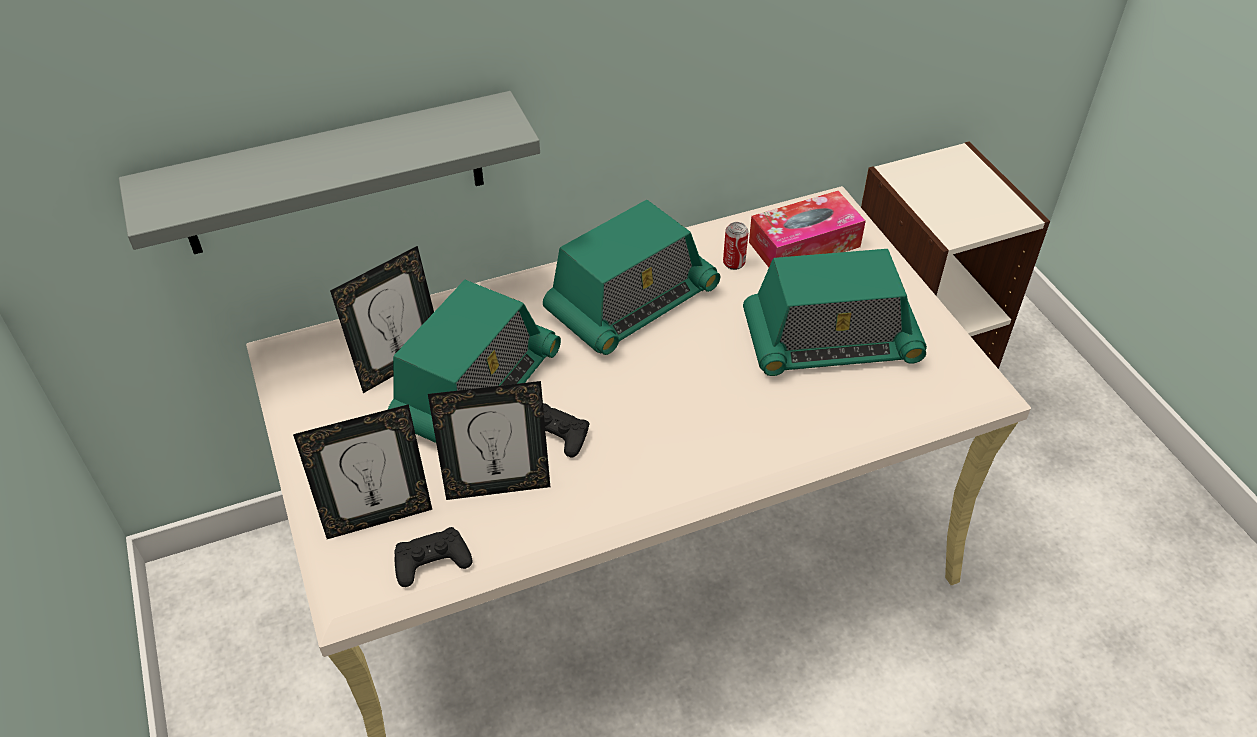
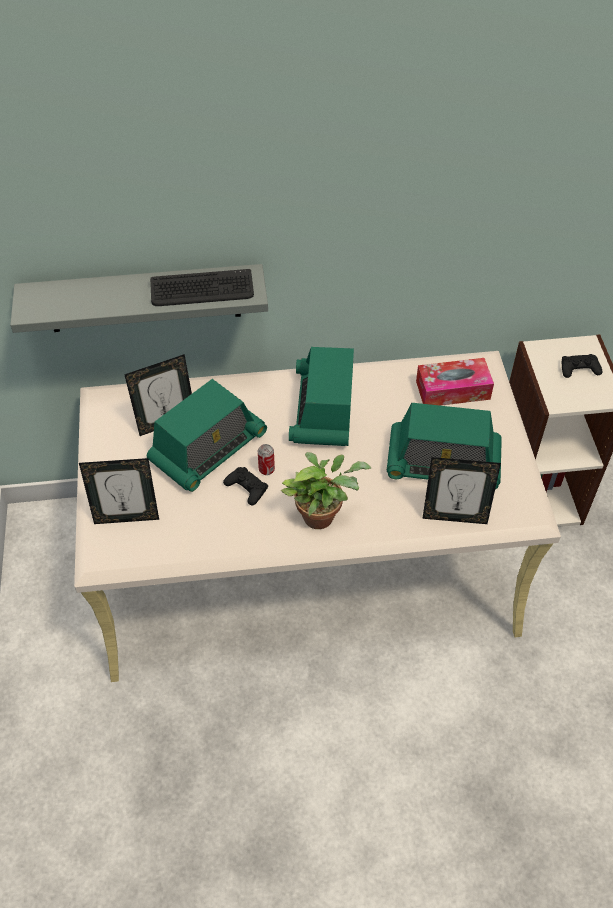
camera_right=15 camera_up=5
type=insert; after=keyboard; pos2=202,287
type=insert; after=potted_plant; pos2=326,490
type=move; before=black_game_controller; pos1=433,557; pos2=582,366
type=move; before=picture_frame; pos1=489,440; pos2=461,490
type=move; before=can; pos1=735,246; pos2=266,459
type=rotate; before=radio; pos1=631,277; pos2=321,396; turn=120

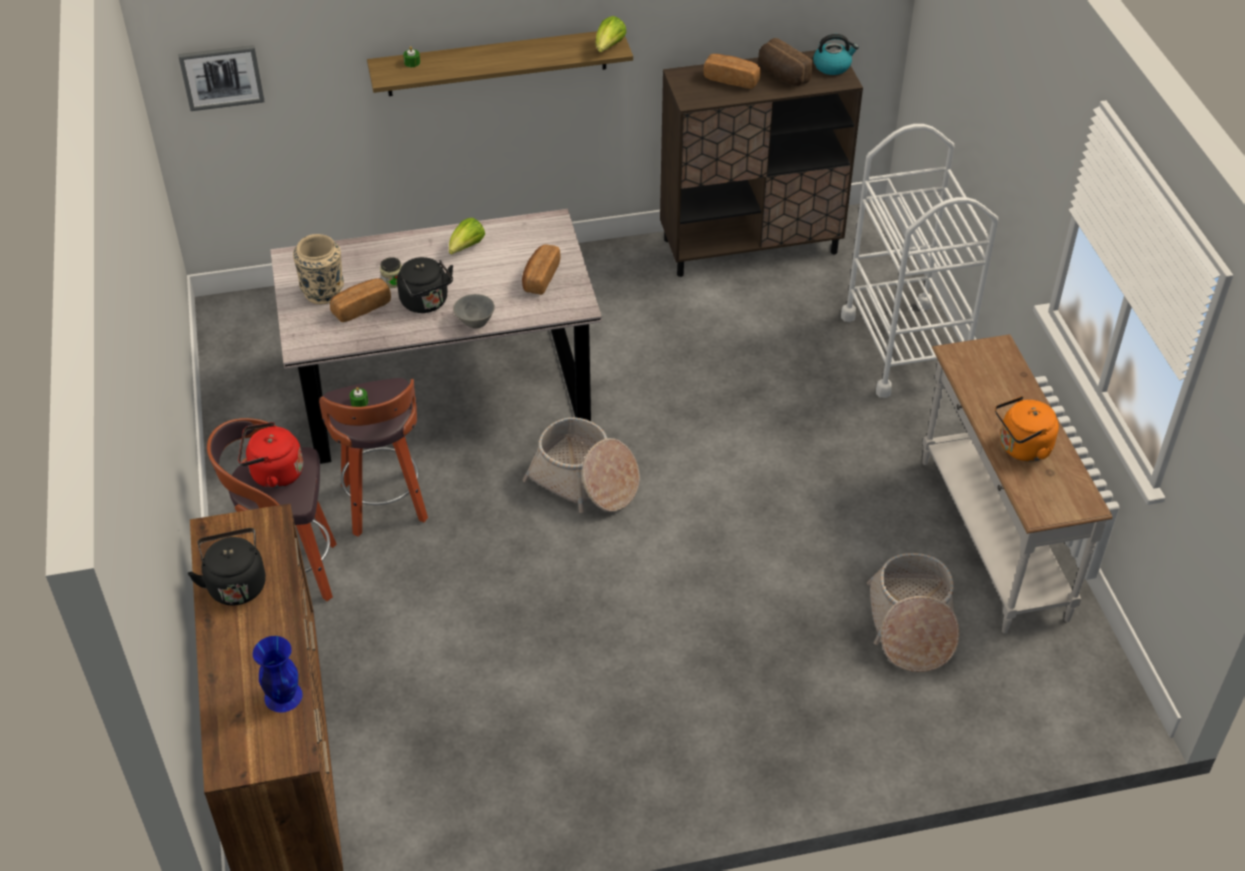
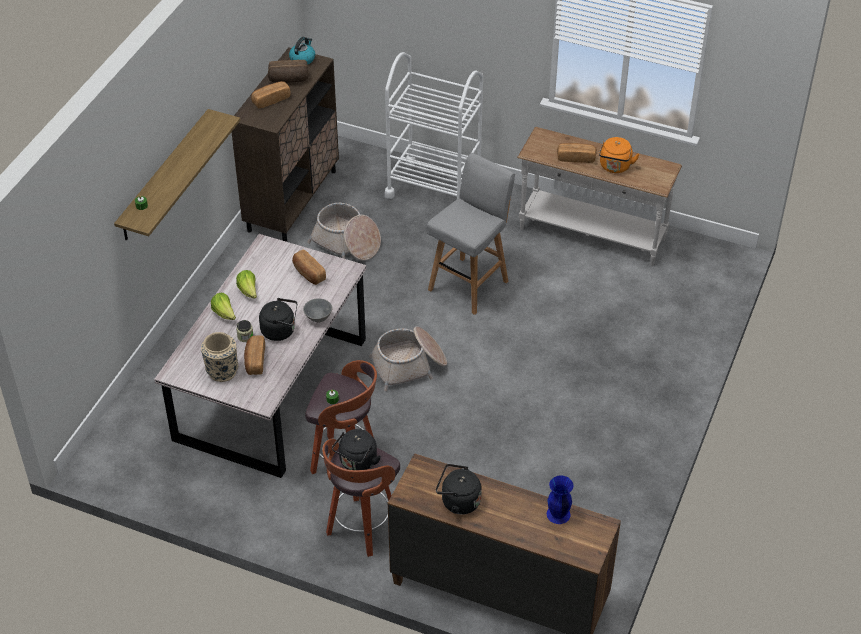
camera_right=-55 camera_up=0
type=delete; before=picture; pos1=221,78
type=insert; after=grey_stool; pos2=471,234
type=insert; after=bread; pos2=577,153
type=move; before=lettuce; pos1=611,34; pos2=223,306
type=move; before=basket; pos1=913,612; pos2=344,232
type=recolor; before=red_kettle; after=black_kettle; pos1=270,455; pos2=356,449

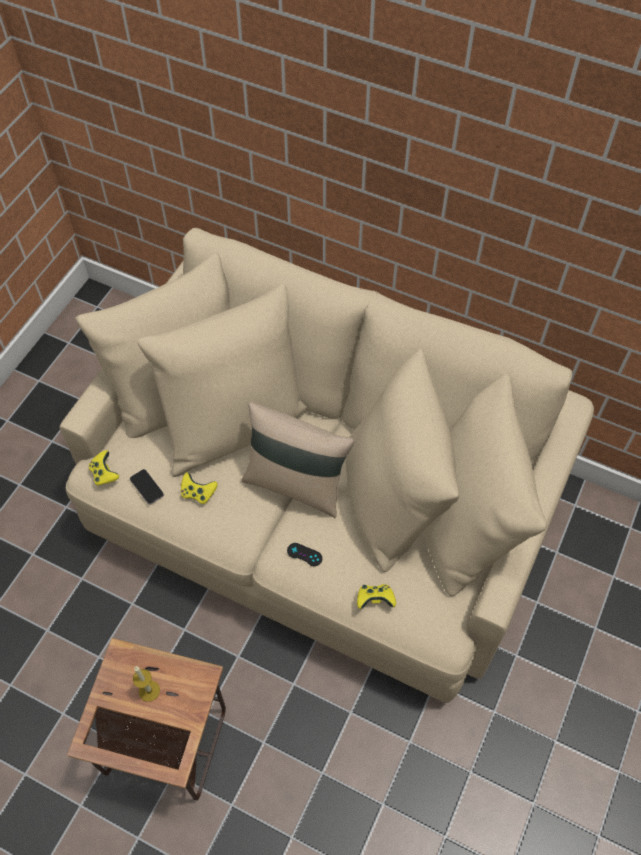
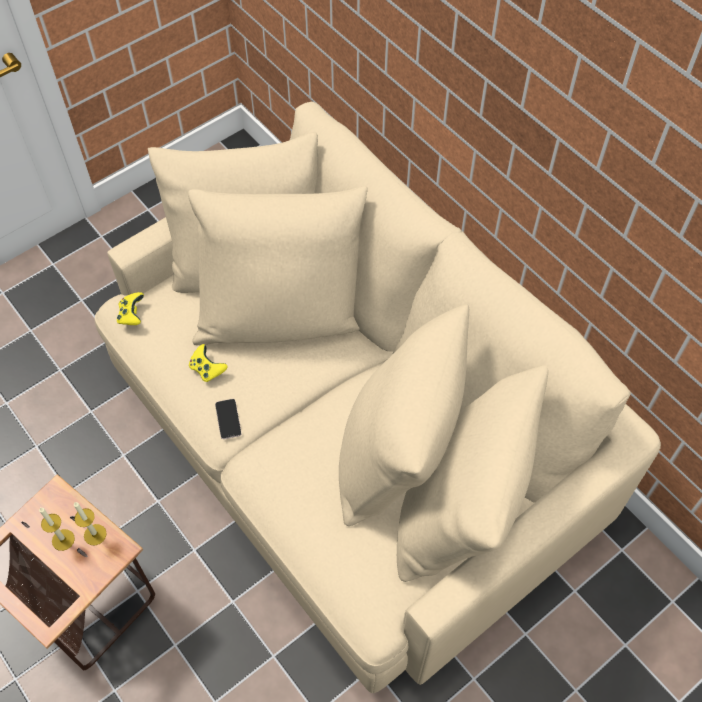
camera_right=25 camera_up=0
type=delete; before=beige_pillow; pos1=297,460
type=delete; before=black_game_controller; pos1=304,554
type=delete; before=yellow_game_controller; pos1=376,596
type=insert; after=candle; pos2=90,523
type=move; before=phone; pos1=147,487; pos2=228,419

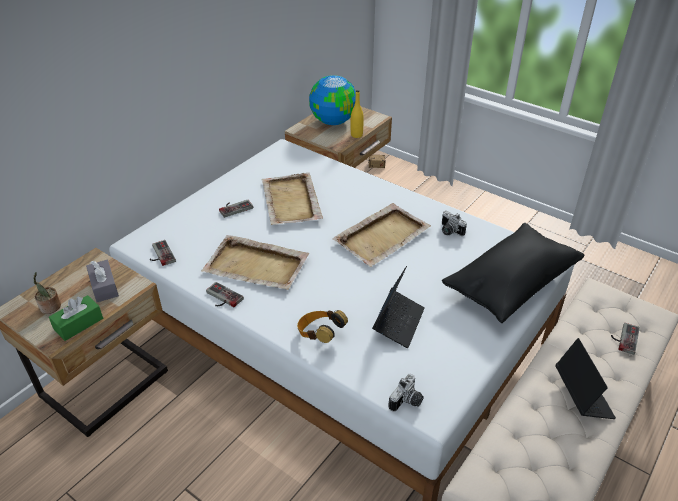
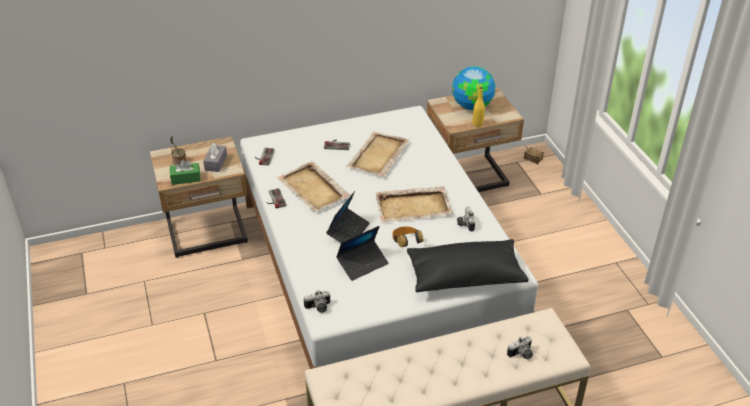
camera_right=35 camera_up=0
type=move; before=headphones; pos1=322,326; pos2=407,237
type=move; before=laptop; pos1=585,378; pos2=348,217
type=replace; before=game_controller; after=photo_camera; pos1=625,339; pos2=520,347

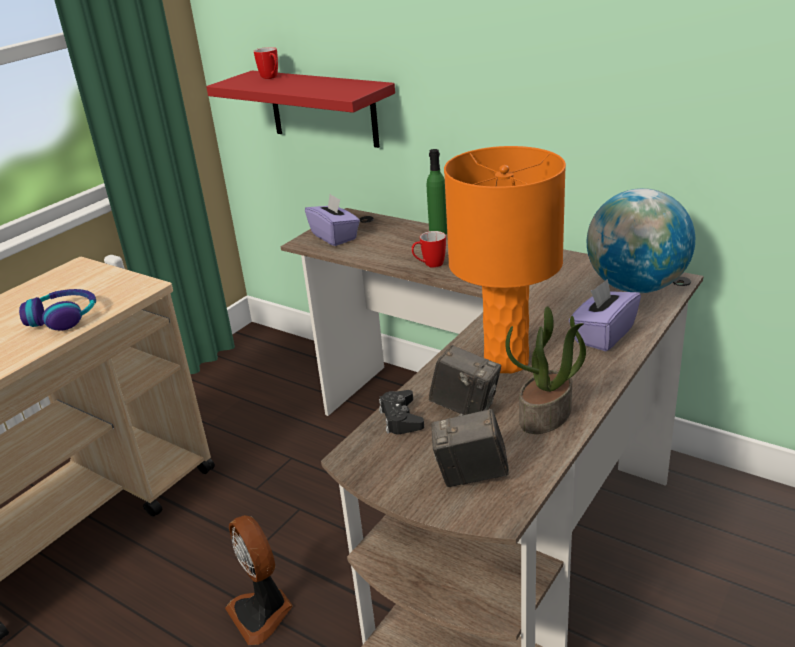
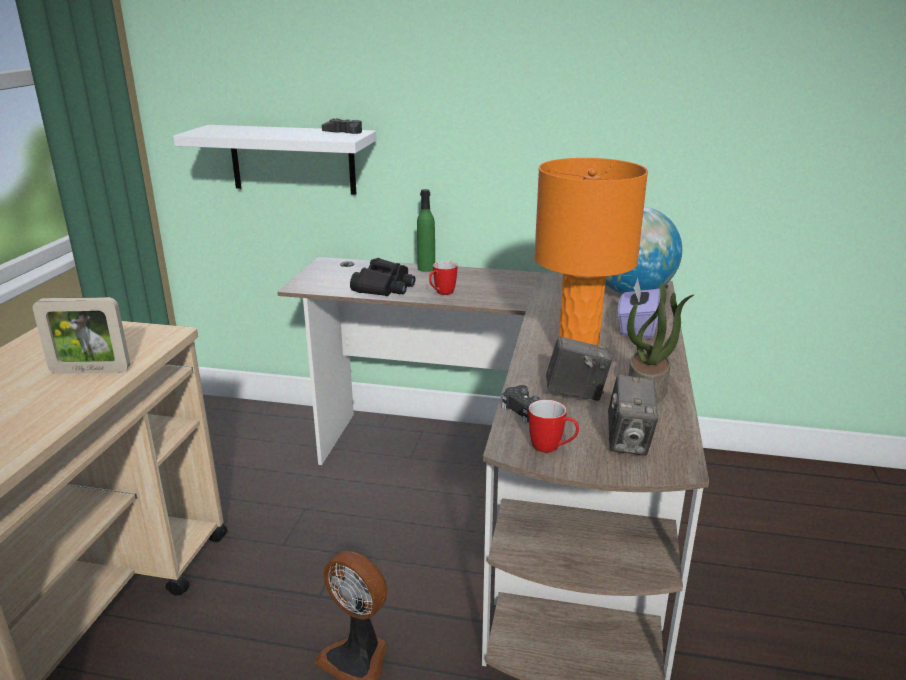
camera_right=-25 camera_up=-5
type=delete; before=purple_tissue_box; pos1=332,220
type=insert; after=black_game_controller; pos2=342,126
type=insert; after=black_binoculars; pos2=382,277
type=move; before=mug; pos1=266,63; pos2=554,426
type=replace; before=headphones; after=picture_frame; pos1=57,310; pos2=81,335
type=recolor; before=red_shelf; after=white_shelf; pos1=300,109; pos2=275,160
type=rotate; before=photo_camera; pos1=470,448; pos2=633,415; turn=-60

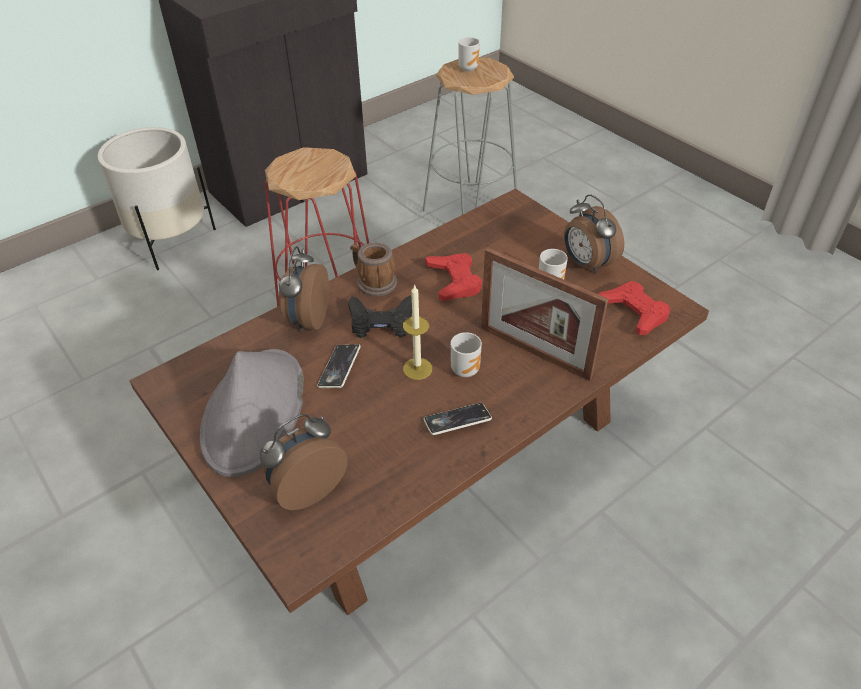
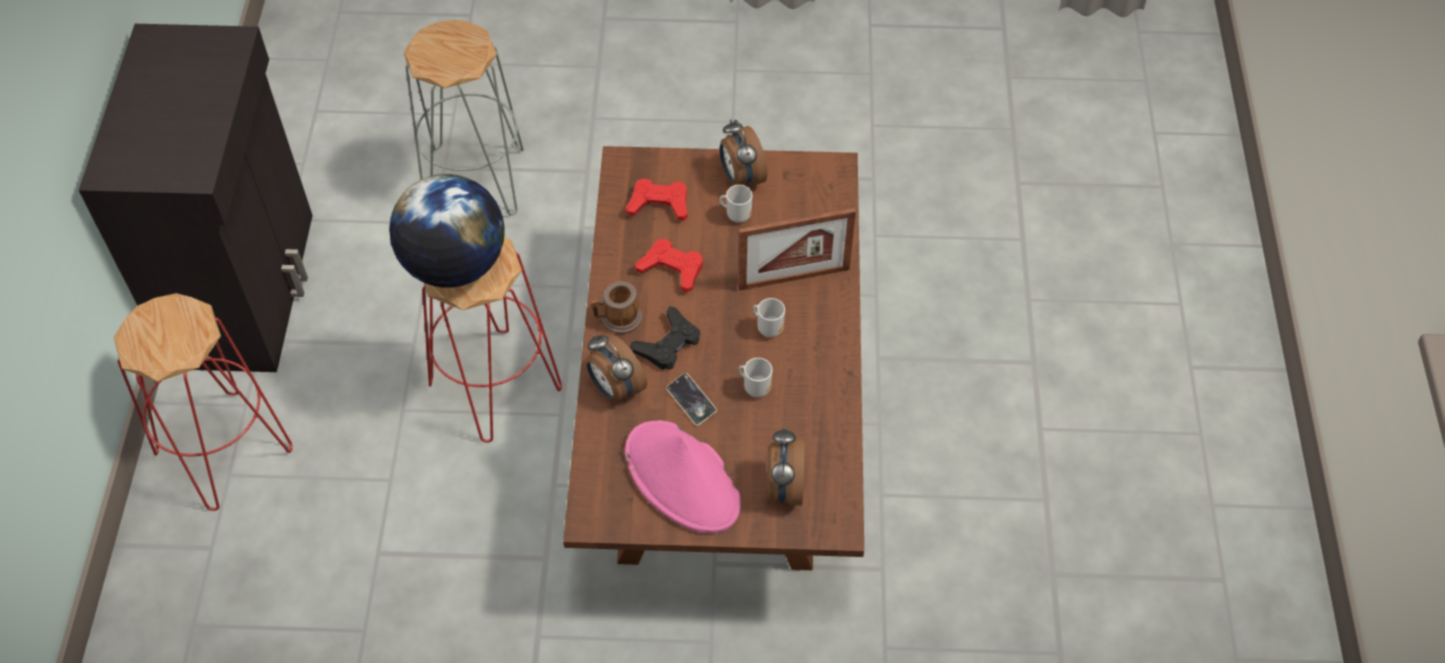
camera_right=-50 camera_up=10
type=delete; before=candle; pos1=417,332
type=delete; before=phone; pos1=458,419
type=insert; after=globe; pos2=447,231
type=move; before=mug; pos1=469,54; pos2=755,377
type=move; before=red_game_controller; pos1=635,308; pos2=657,199
type=replace; before=white_planter; after=red_stool; pos1=156,198; pos2=203,402
type=recolor; before=grey_hat; after=pink_hat; pos1=252,413; pos2=683,476
type=rotate; before=alarm_clock; pos1=594,234; pos2=743,152; turn=60

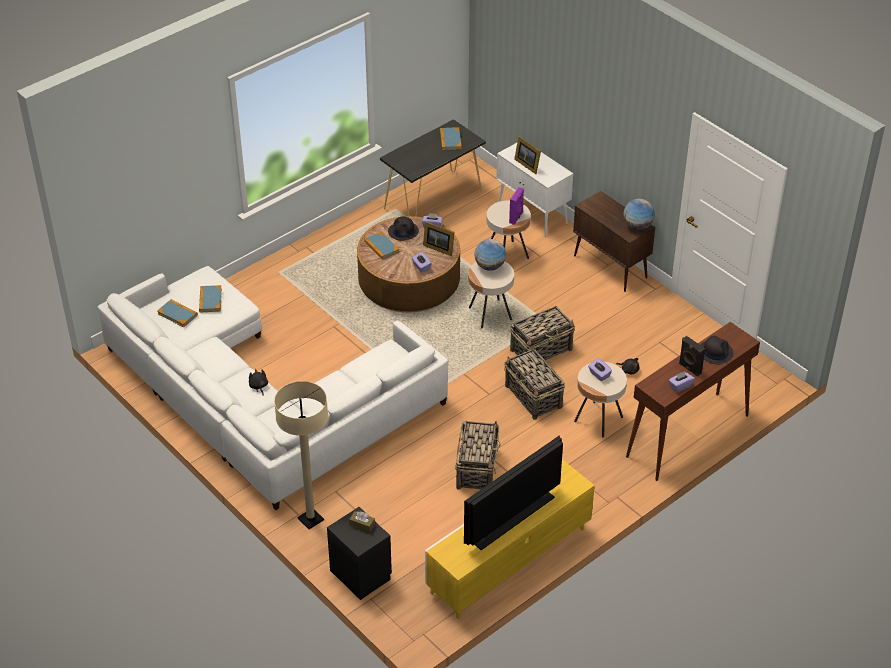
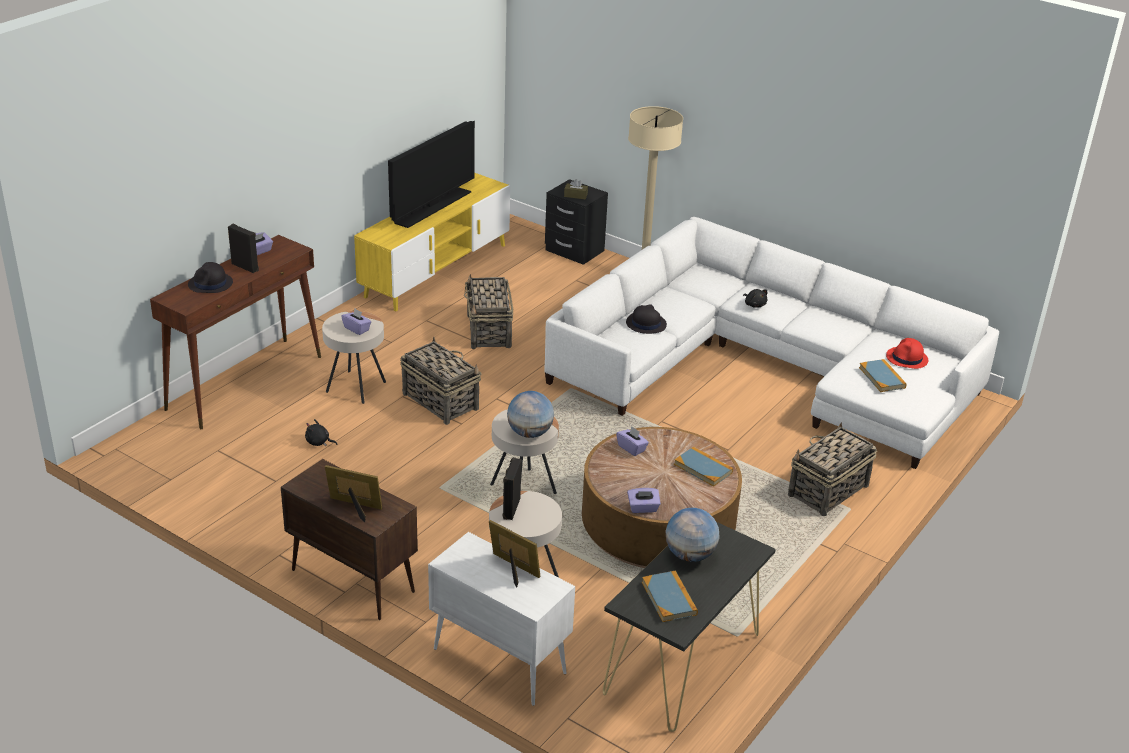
camera_right=165 camera_up=-10
type=move; before=black_hat; pos1=403,228; pos2=646,319
type=move; before=picture_frame; pos1=439,239; pos2=353,493
type=move; before=basket; pos1=542,333; pos2=832,469
type=move; before=globe; pos1=639,214; pos2=693,535
type=replace; before=book; after=red_hat; pos1=177,313; pos2=907,353
type=recolor; before=purple_speaker; after=black_speaker; pos1=516,206; pos2=512,488

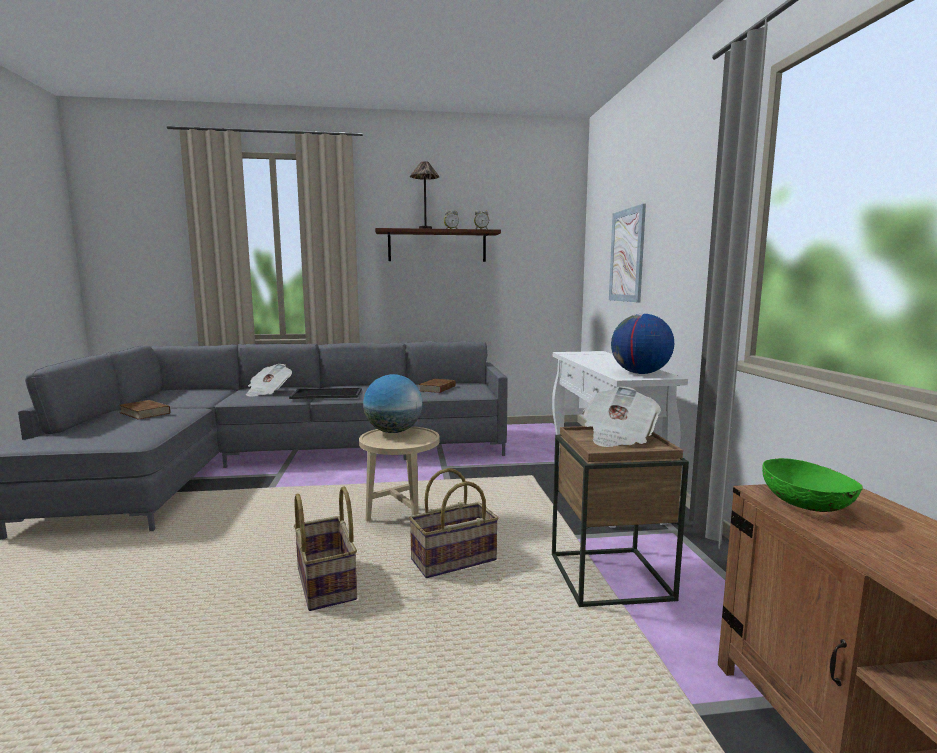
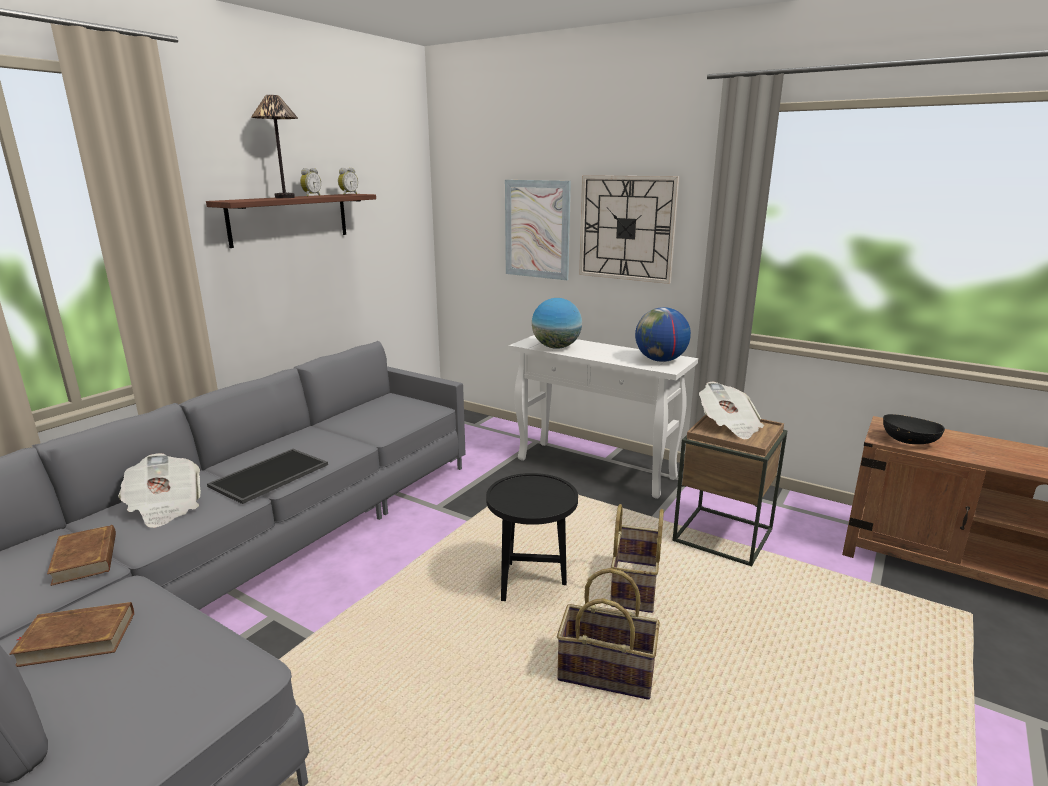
camera_right=-50 camera_up=10
type=insert; after=wall_clock; pos2=629,229
type=move; before=globe; pos1=393,403; pos2=557,323
type=move; before=brown_book; pos1=437,386; pos2=81,555
type=recolor; before=beige_side_table; after=black_side_table; pos1=399,474; pos2=532,537
type=recolor; before=green_bowl; after=black_bowl; pos1=812,485; pos2=914,429

